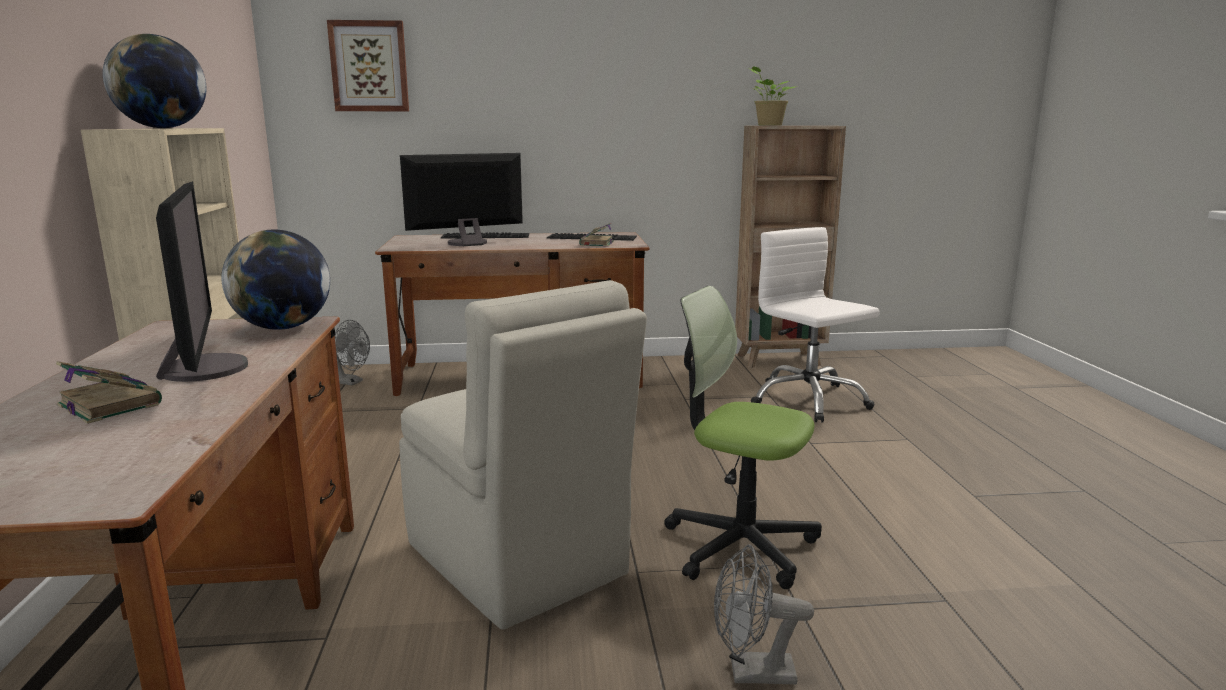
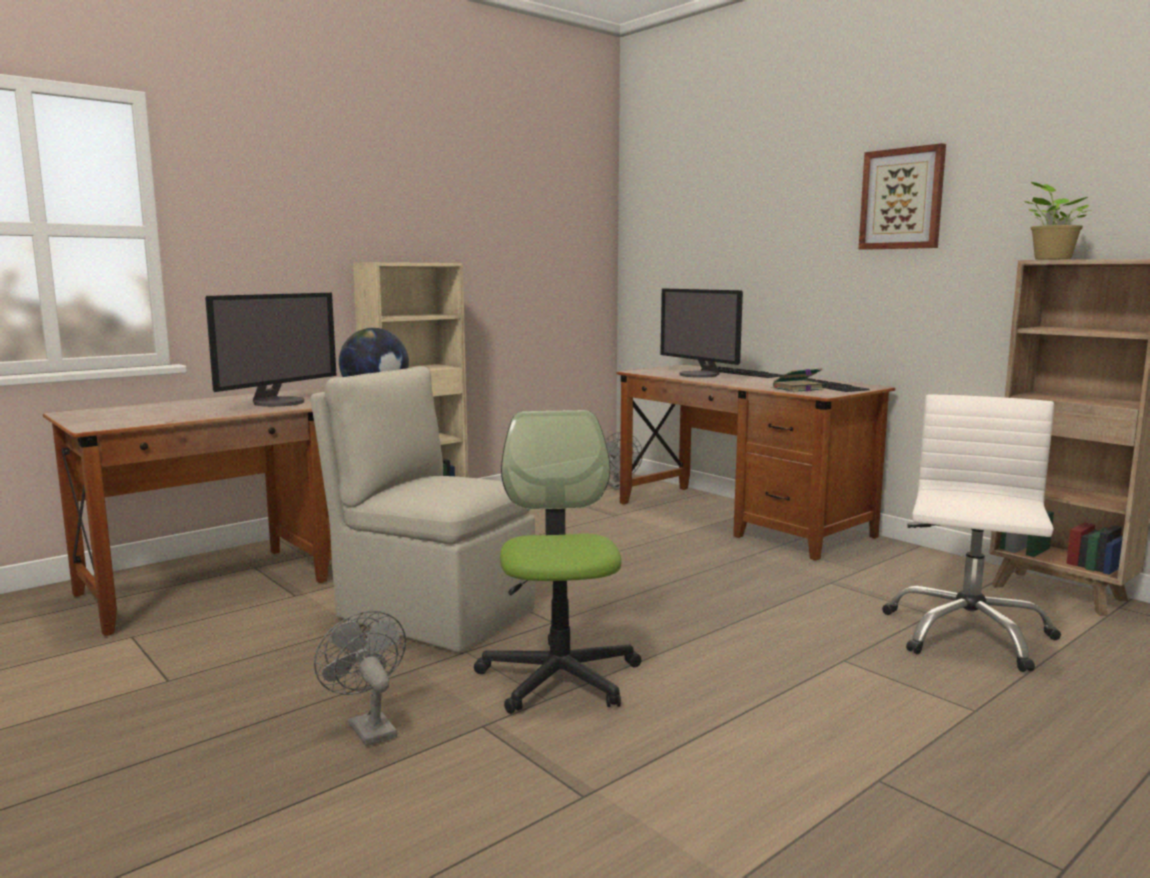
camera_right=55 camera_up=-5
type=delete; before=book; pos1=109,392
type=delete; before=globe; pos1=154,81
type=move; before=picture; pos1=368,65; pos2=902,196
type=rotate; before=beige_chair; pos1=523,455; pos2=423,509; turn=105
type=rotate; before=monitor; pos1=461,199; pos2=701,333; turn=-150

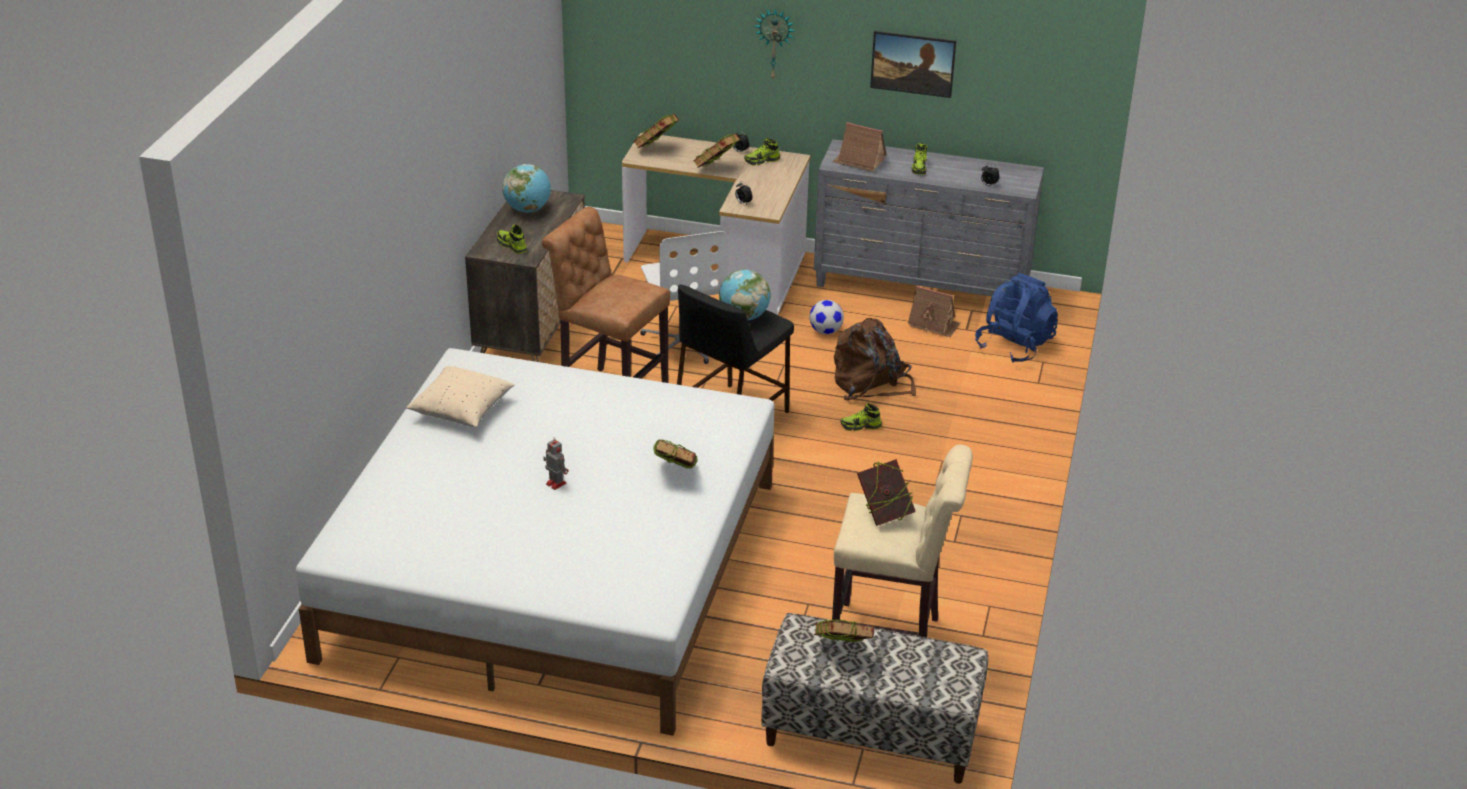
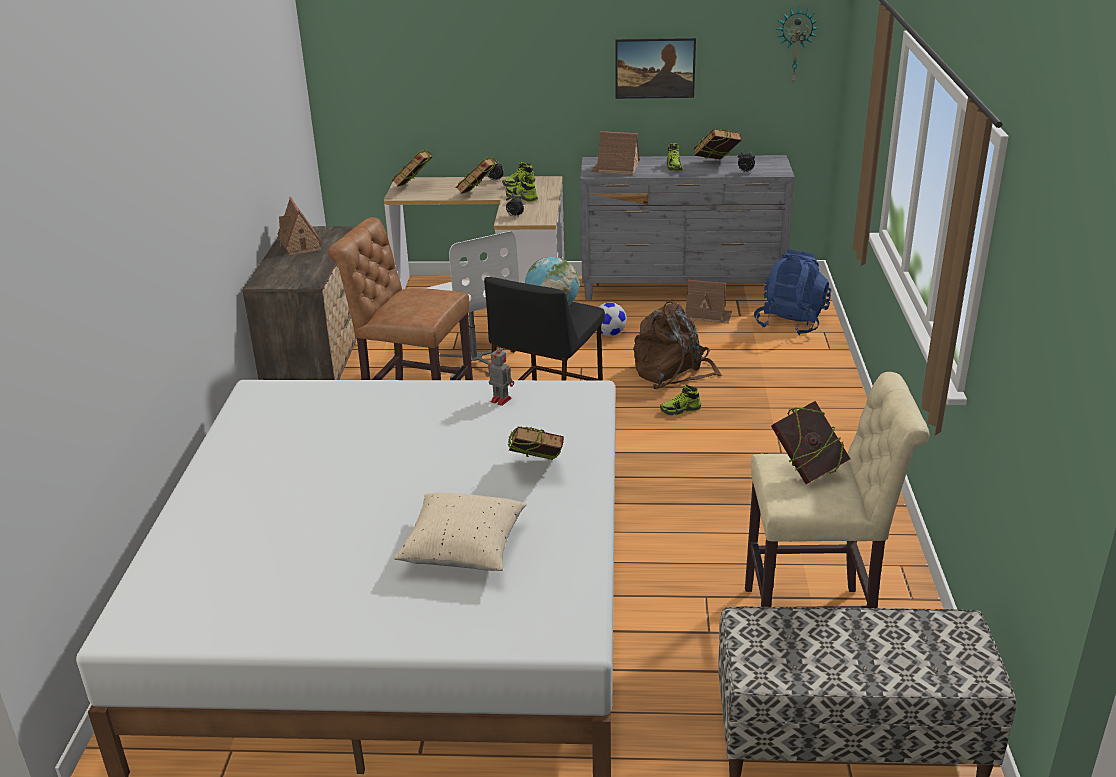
camera_right=-10 camera_up=-5
type=move; before=beige_pillow; pos1=460,396; pos2=460,531
type=move; before=shoe; pos1=512,239; pos2=522,189
type=move; before=toy_robot; pos1=556,463; pos2=499,376
type=move; before=wall_clock; pos1=775,43; pos2=798,45
type=move; before=book; pos1=844,631; pos2=718,144
type=replace; before=globe; after=toy_house; pos1=526,188; pos2=299,226

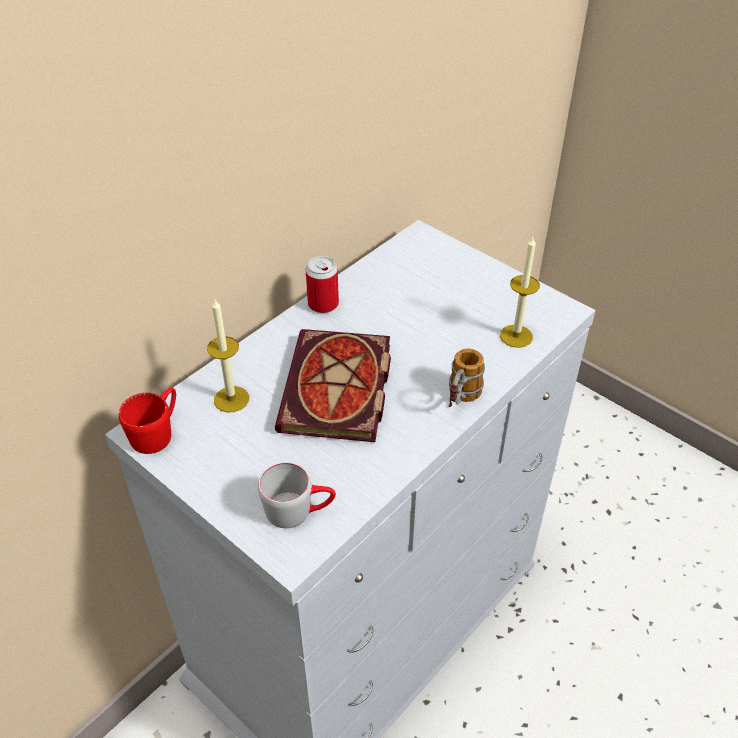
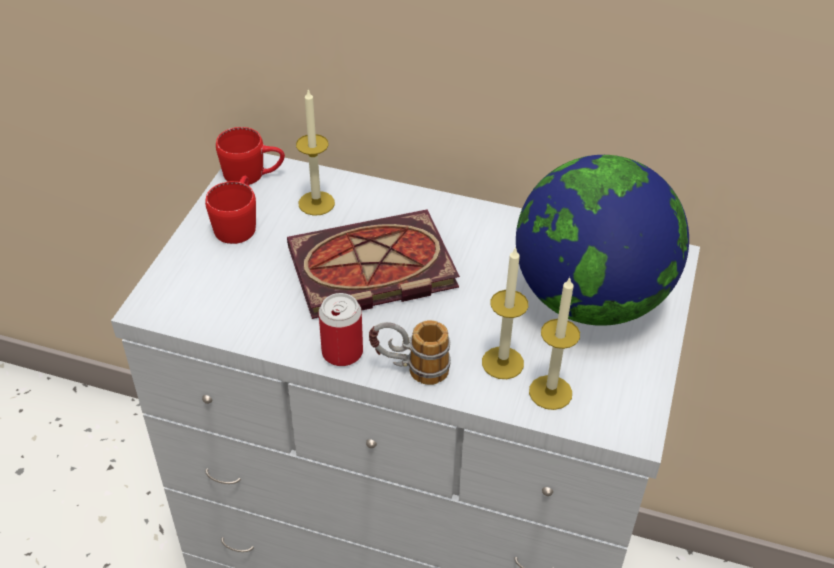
camera_right=65 camera_up=0
type=delete; before=grey_mug; pos1=297,495
type=insert; after=red_mug; pos2=230,210
type=insert; after=candle; pos2=505,313
type=insert; after=globe; pos2=602,240
type=move; before=can; pos1=322,284; pos2=341,329

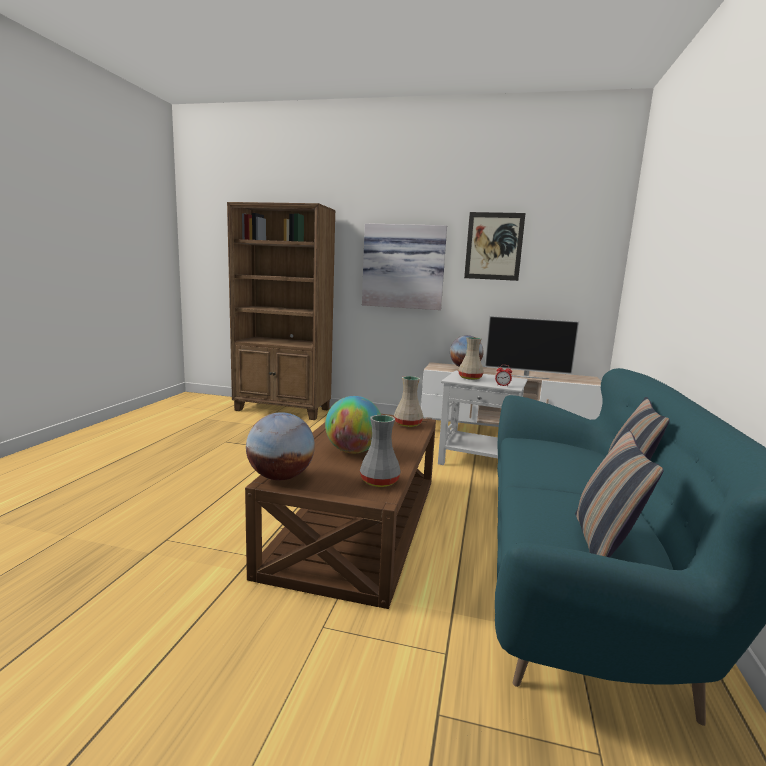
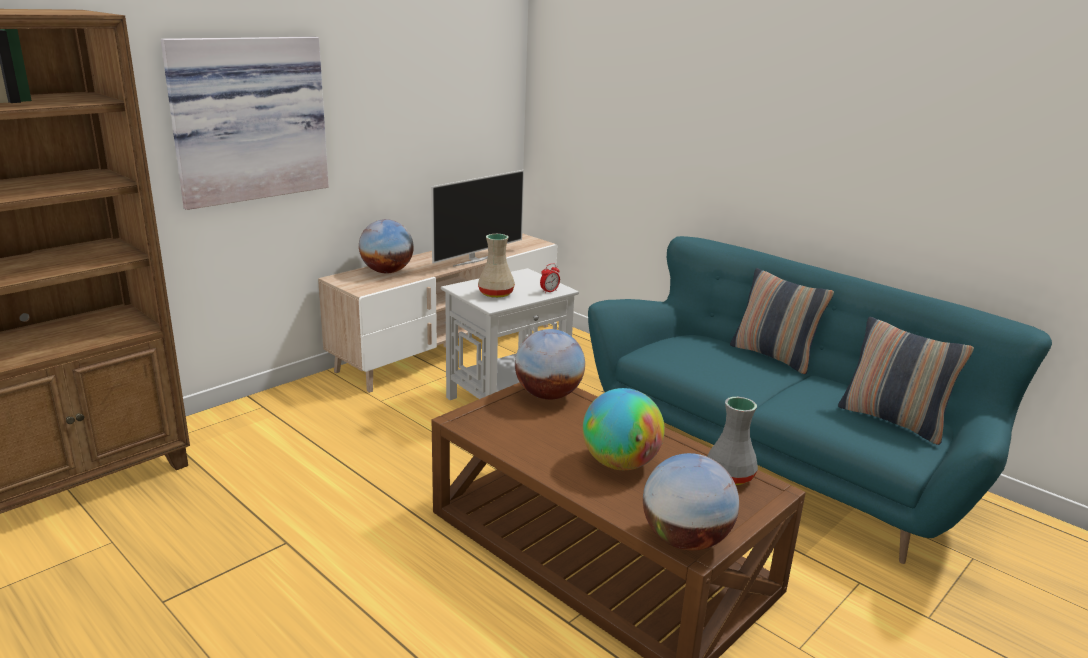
camera_right=-60 camera_up=10
type=delete; before=picture; pos1=494,246
type=replace; before=beige_vase; after=globe; pos1=408,401; pos2=550,364

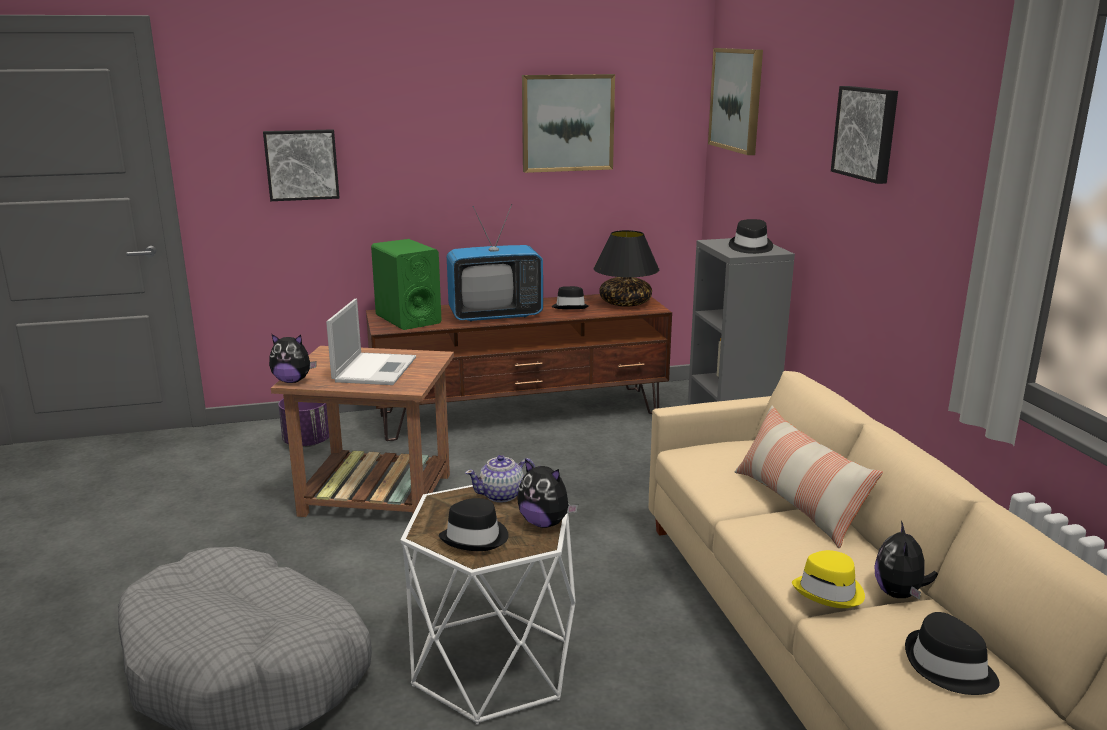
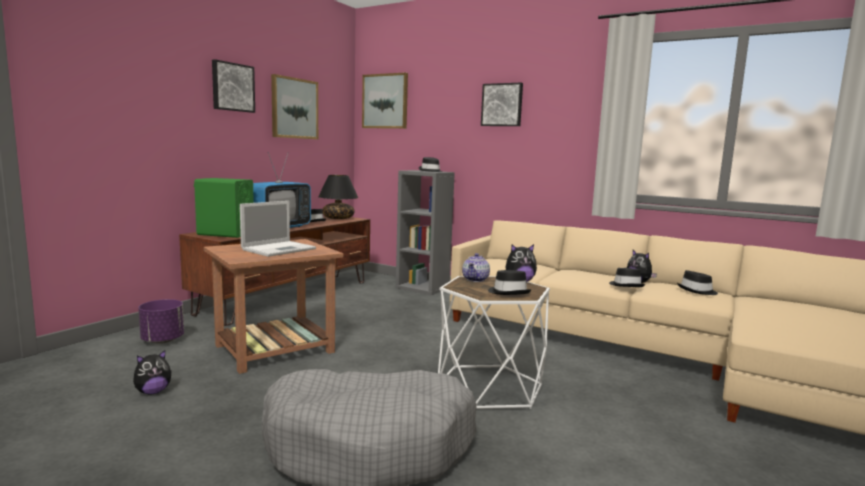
camera_right=-45 camera_up=-10
type=delete; before=pillow; pos1=809,476
type=move; before=picture; pos1=301,165; pos2=233,86
type=move; before=plush_toy; pos1=293,358; pos2=152,372
type=recolor; before=yellow_hat; after=black_hat; pos1=828,579; pos2=627,277
type=rotate; before=laptop; pos1=371,341; pos2=278,229; turn=75

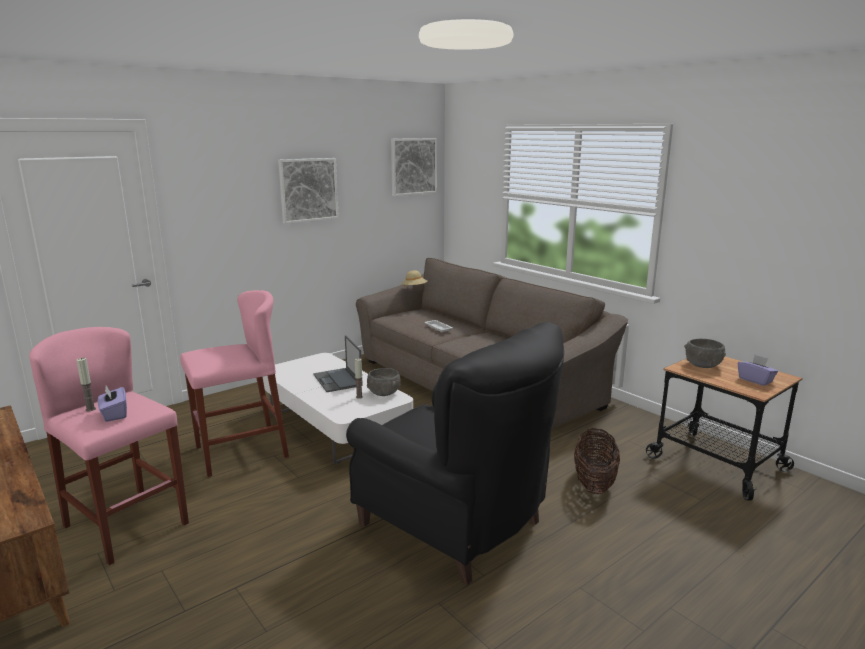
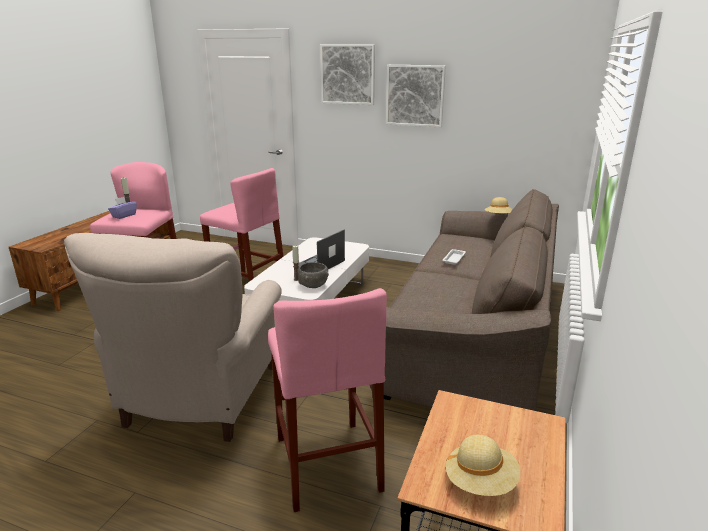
camera_right=60 camera_up=5
type=delete; before=grey_bowl; pos1=705,353
type=move; before=picture; pos1=414,167; pos2=347,74
type=replace; before=basket; after=pink_stool; pos1=597,461; pos2=327,400
type=replace; before=purple_tissue_box; after=beige_hat; pos1=758,370; pos2=483,465
type=recolor; before=black_armchair; after=beige_armchair; pos1=455,453; pos2=173,337

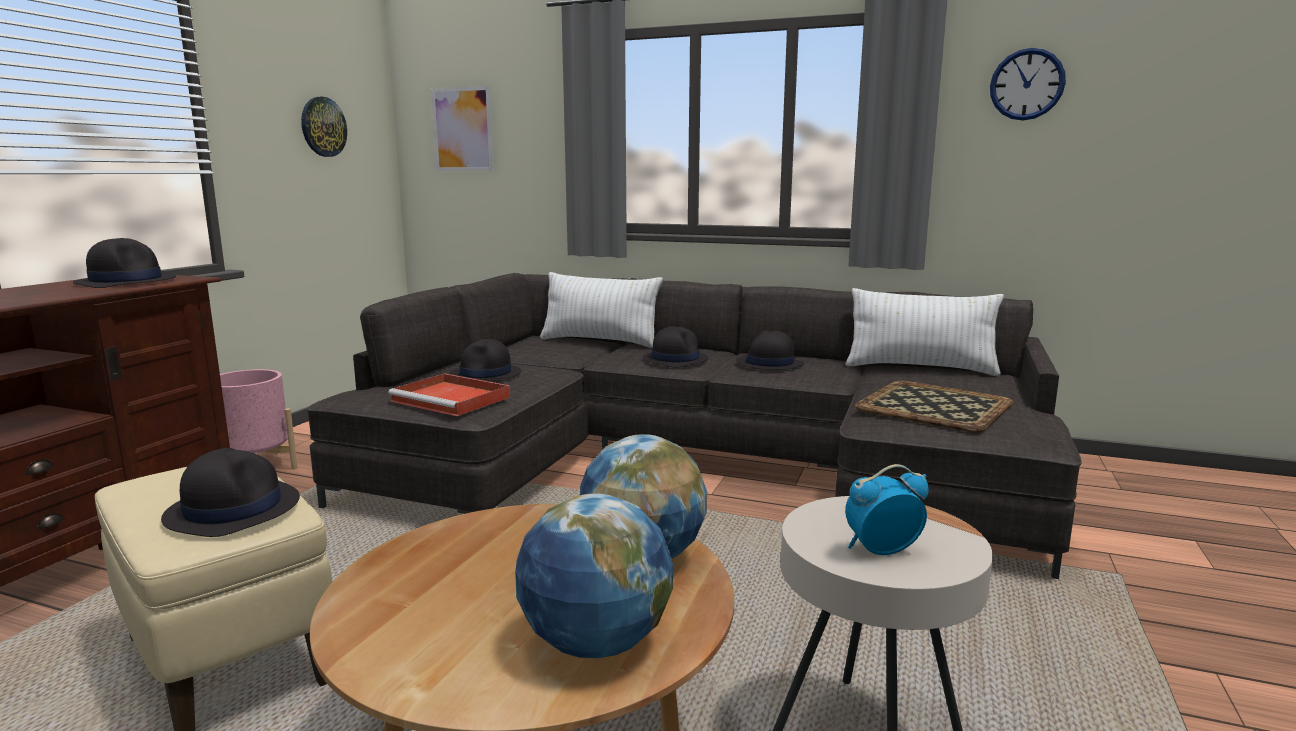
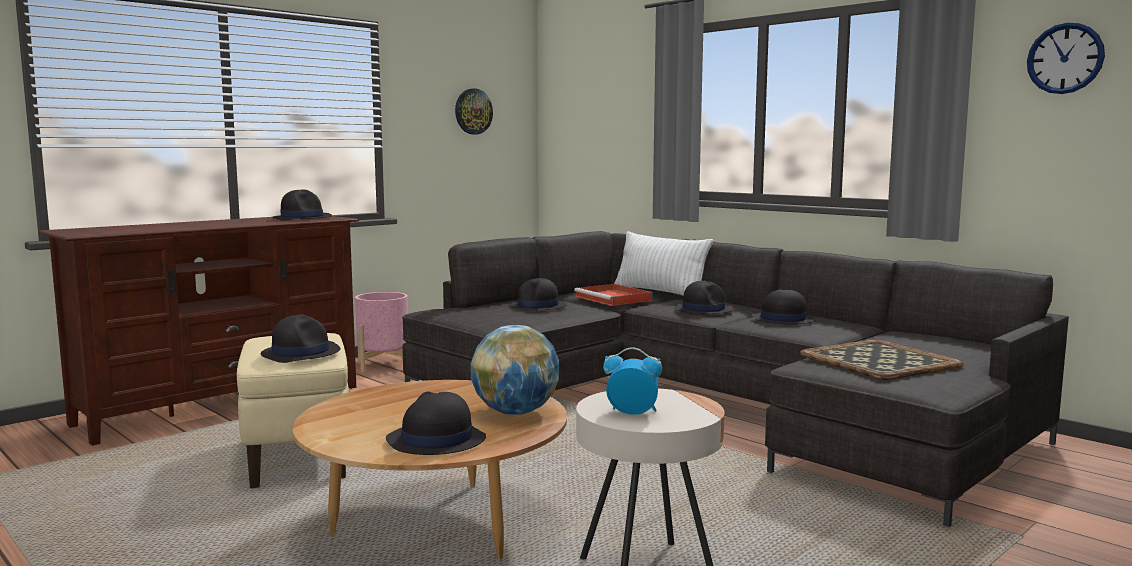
camera_right=25 camera_up=-5
type=delete; before=picture; pos1=462,128
type=delete; before=white_pillow; pos1=924,332
type=move; before=red_tray; pos1=449,394; pos2=613,295
type=replace; before=globe; after=black_hat; pos1=594,575; pos2=436,423

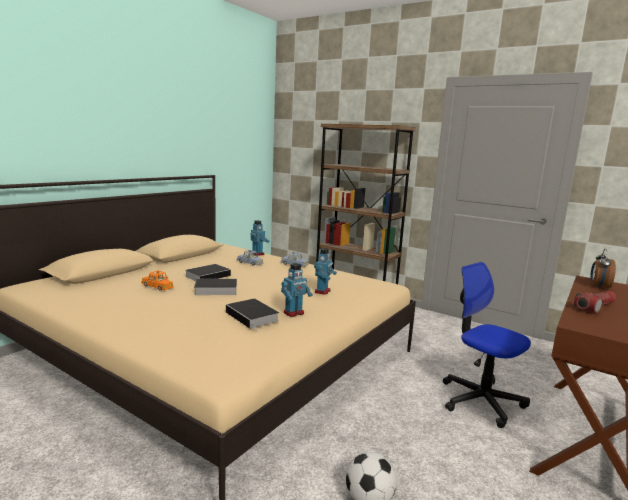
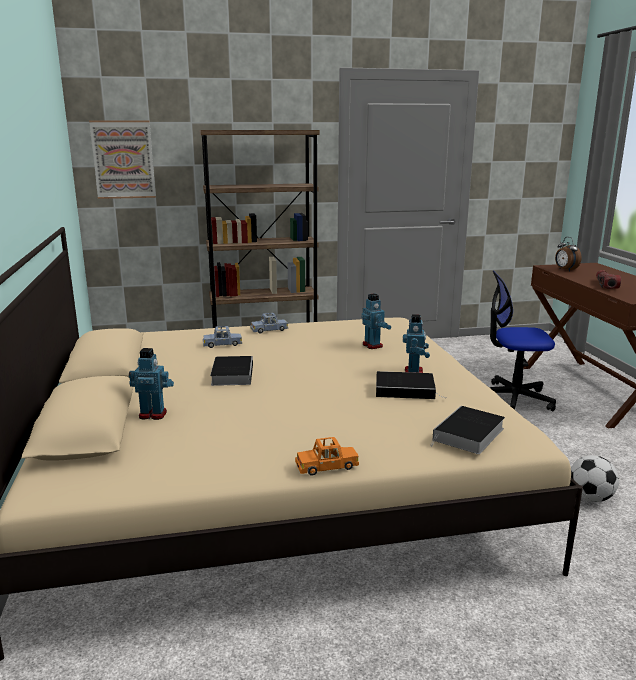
camera_right=-45 camera_up=5
type=insert; after=picture; pos2=122,159
type=move; before=orange_toy_car; pos1=157,280; pos2=327,456
type=move; before=book; pos1=213,287; pos2=467,430
type=move; before=toy_robot; pos1=260,238; pos2=151,384

